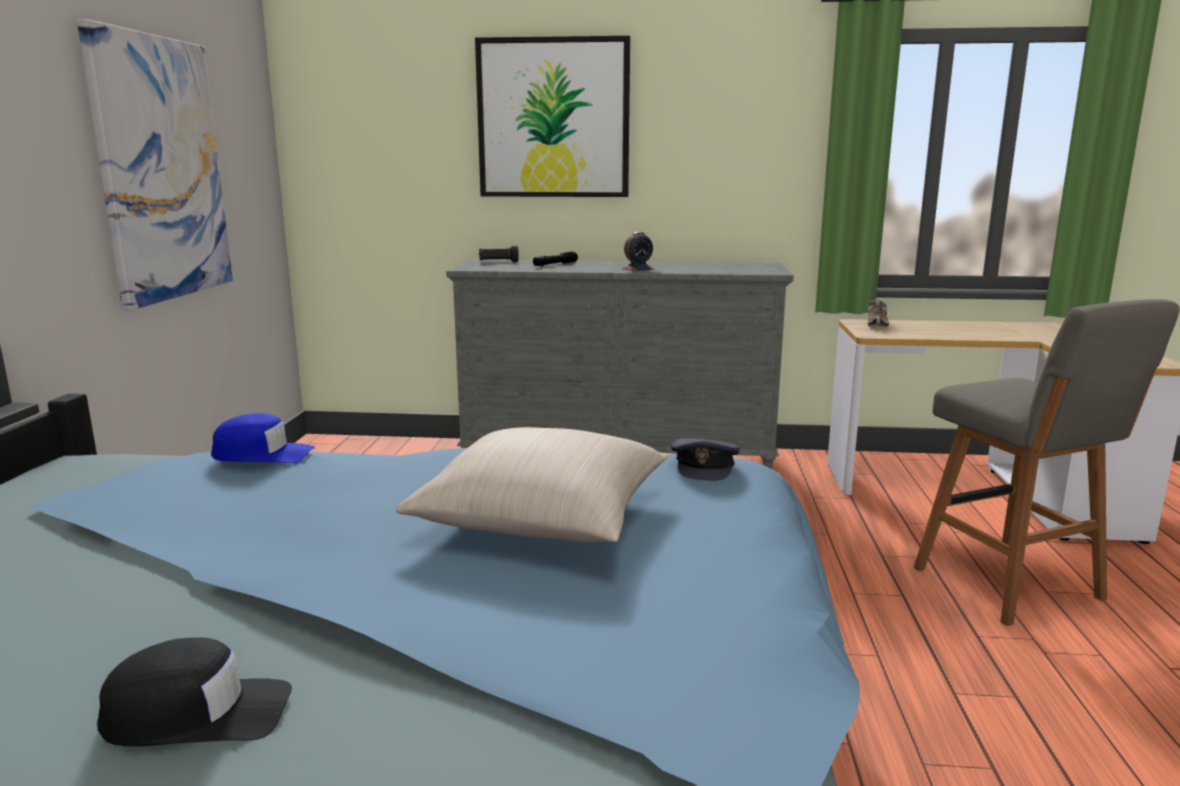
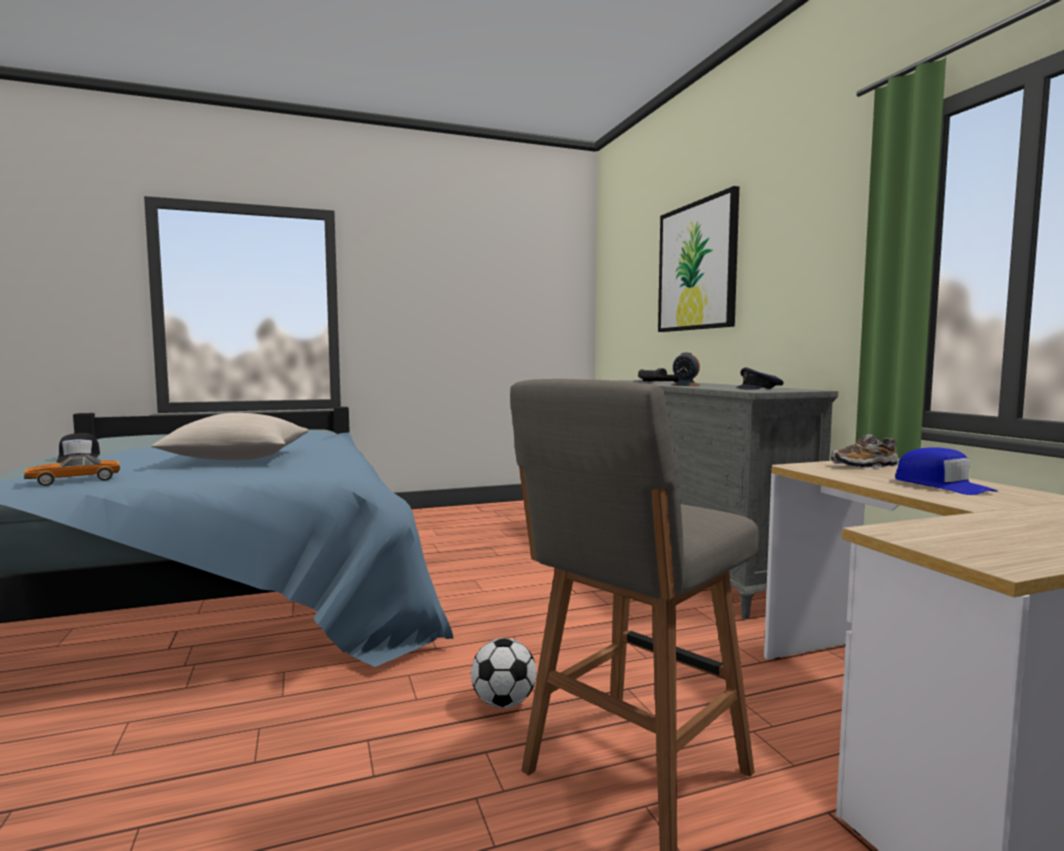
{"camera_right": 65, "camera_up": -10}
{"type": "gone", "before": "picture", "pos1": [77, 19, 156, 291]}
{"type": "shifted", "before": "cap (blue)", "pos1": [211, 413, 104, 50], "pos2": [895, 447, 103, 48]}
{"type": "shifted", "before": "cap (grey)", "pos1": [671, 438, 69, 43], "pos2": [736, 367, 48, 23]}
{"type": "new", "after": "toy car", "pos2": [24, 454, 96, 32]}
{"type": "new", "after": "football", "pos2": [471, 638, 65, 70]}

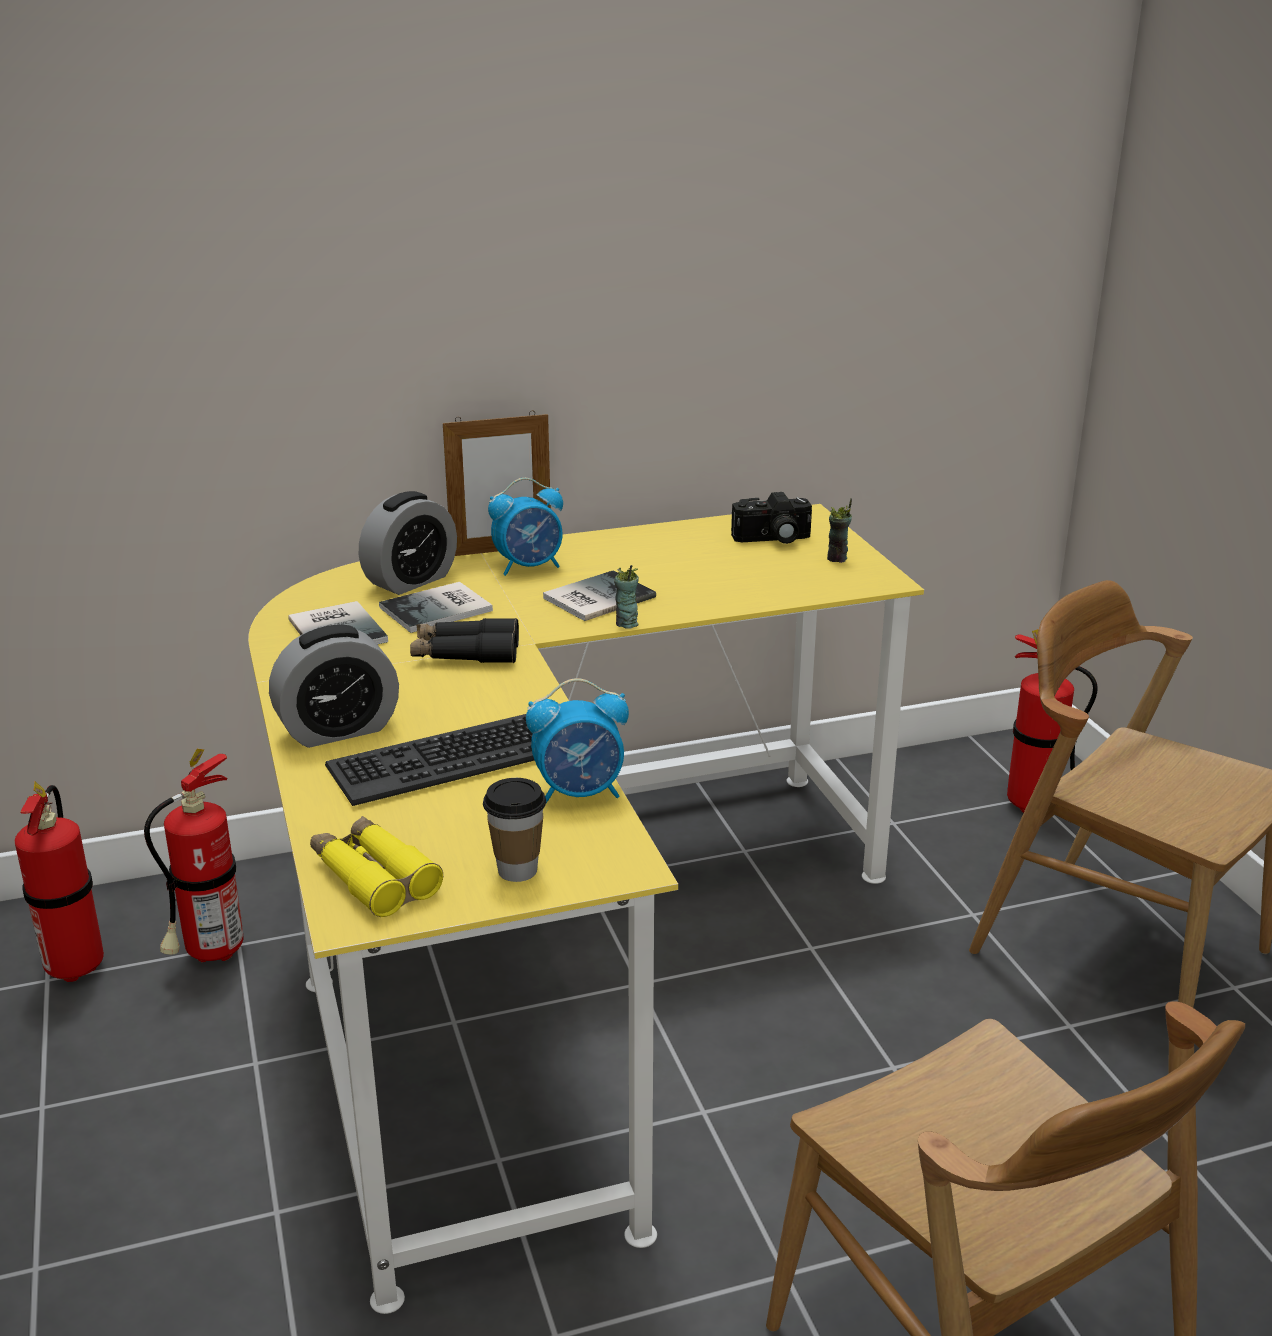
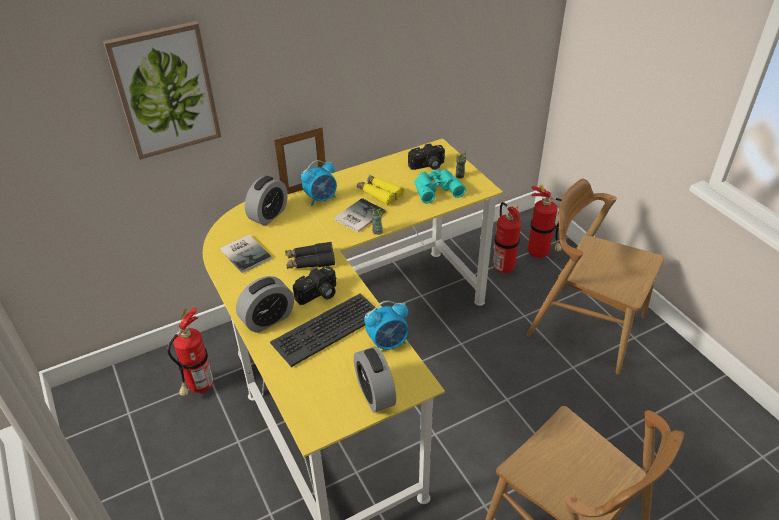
{"camera_right": -10, "camera_up": 15}
{"type": "shifted", "before": "fire extinguisher", "pos1": [14, 782, 90, 200], "pos2": [493, 202, 28, 72]}
{"type": "shifted", "before": "binoculars (yellow)", "pos1": [310, 816, 133, 101], "pos2": [357, 175, 47, 31]}
{"type": "gone", "before": "book", "pos1": [379, 582, 114, 51]}
{"type": "swapped", "before": "cup", "after": "alarm clock", "pos1": [483, 778, 63, 104], "pos2": [354, 346, 42, 66]}
{"type": "new", "after": "picture", "pos2": [103, 21, 118, 139]}
{"type": "new", "after": "photo camera", "pos2": [293, 266, 43, 39]}
{"type": "new", "after": "binoculars (turquoise)", "pos2": [415, 169, 51, 34]}

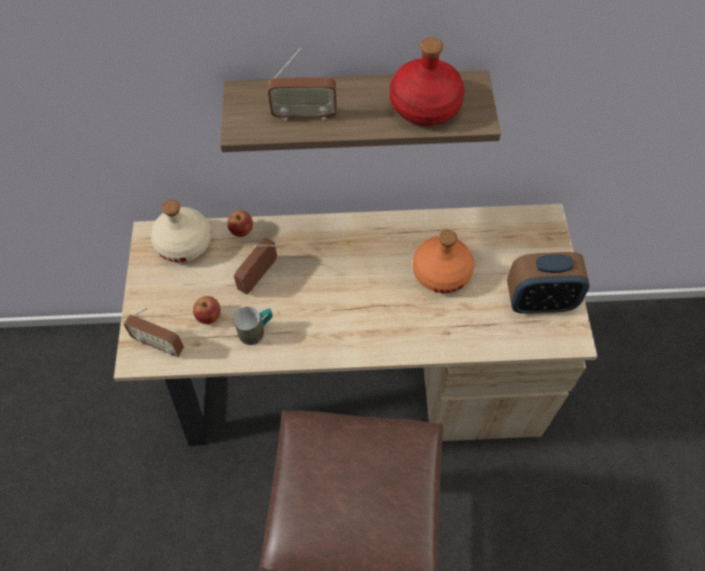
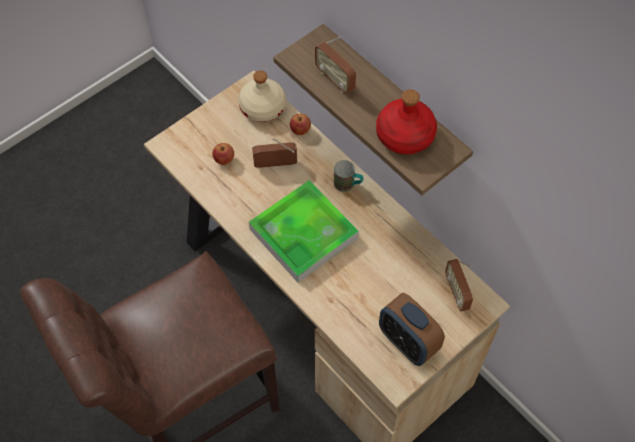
{"camera_right": 50, "camera_up": 0}
{"type": "shifted", "before": "radio", "pos1": [123, 307, 61, 50], "pos2": [445, 259, 28, 53]}
{"type": "shifted", "before": "mug", "pos1": [234, 307, 39, 38], "pos2": [334, 160, 29, 32]}
{"type": "gone", "before": "bottle (orange)", "pos1": [413, 230, 61, 63]}
{"type": "new", "after": "tray", "pos2": [249, 180, 110, 103]}

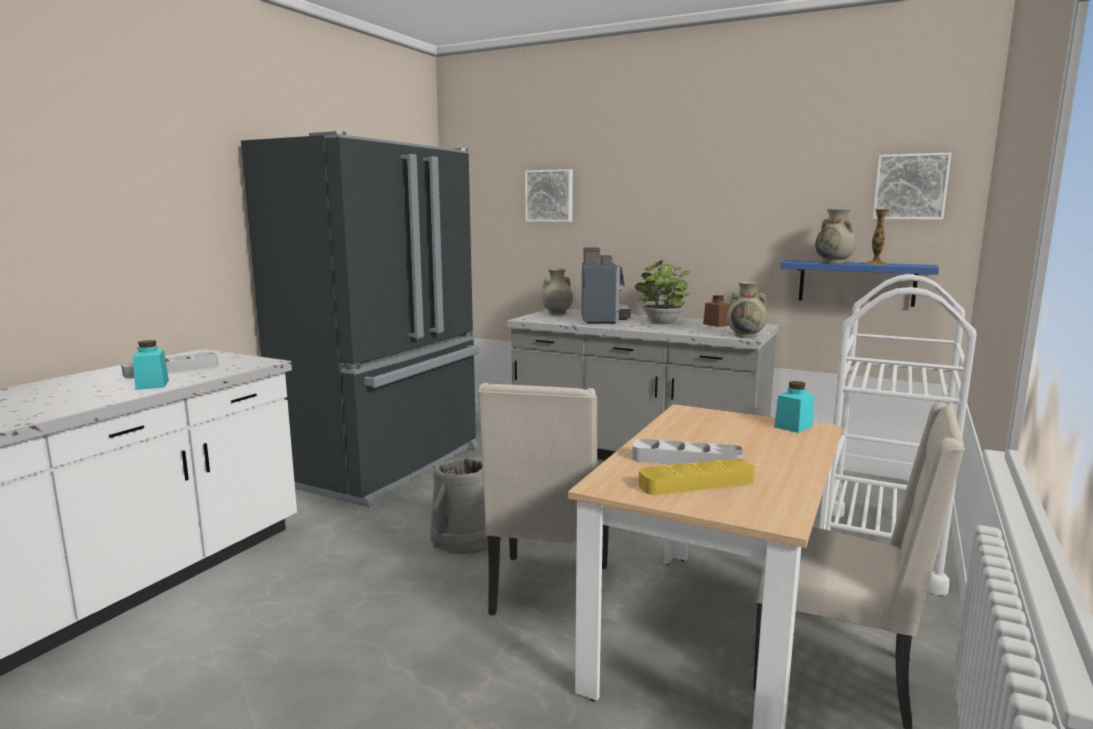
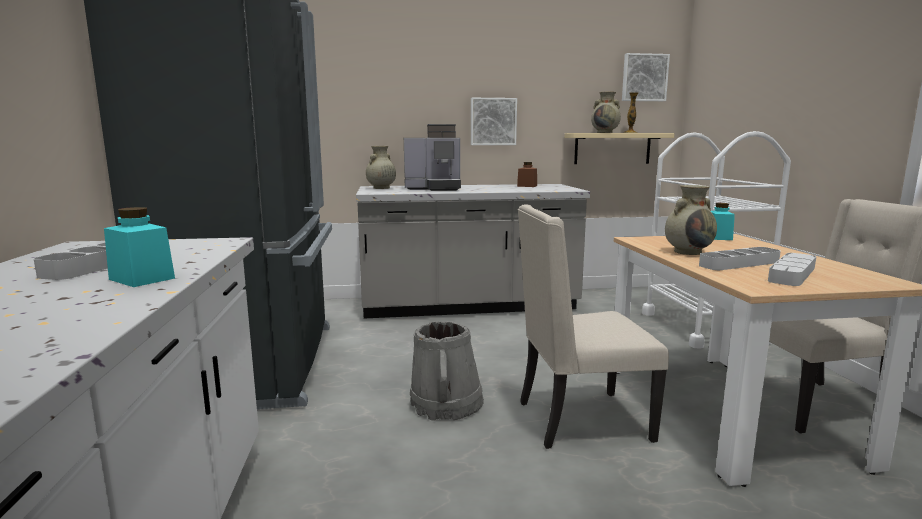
{"camera_right": -35, "camera_up": 0}
{"type": "rotated", "before": "chair (beige)", "pos1": [478, 383, 131, 233], "pos2": [518, 204, 151, 245], "turn": 105}
{"type": "shifted", "before": "picture", "pos1": [525, 169, 48, 53], "pos2": [471, 98, 46, 47]}
{"type": "rotated", "before": "coffee machine", "pos1": [581, 248, 50, 76], "pos2": [404, 124, 57, 67], "turn": 120}
{"type": "gone", "before": "potted plant", "pos1": [635, 260, 55, 64]}
{"type": "repainted", "before": "tray (yellow)", "after": "tray (grey)", "pos1": [639, 458, 116, 37], "pos2": [768, 253, 48, 33]}
{"type": "shifted", "before": "vase (beige)", "pos1": [727, 281, 40, 57], "pos2": [665, 185, 52, 70]}
{"type": "repainted", "before": "shelf (blue)", "after": "shelf (beige)", "pos1": [780, 260, 159, 47], "pos2": [565, 133, 110, 31]}

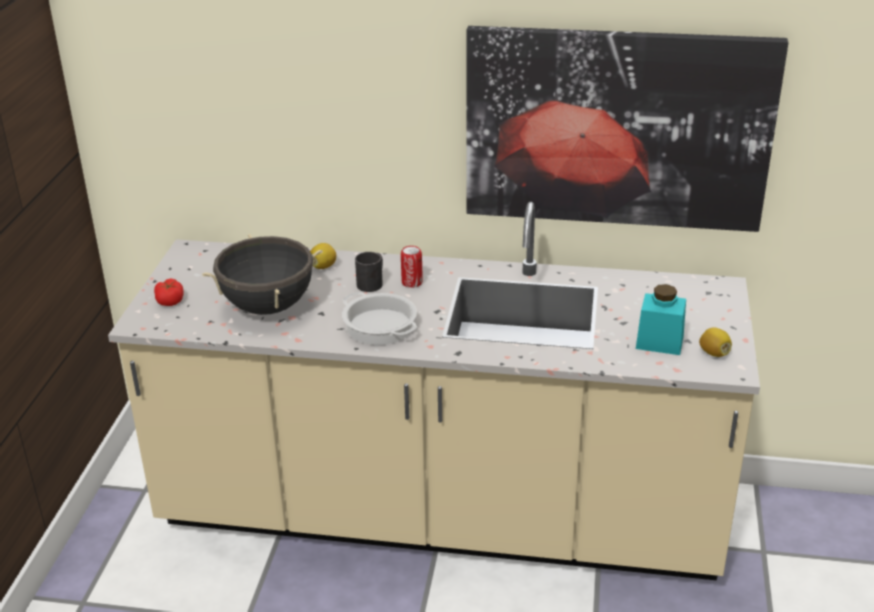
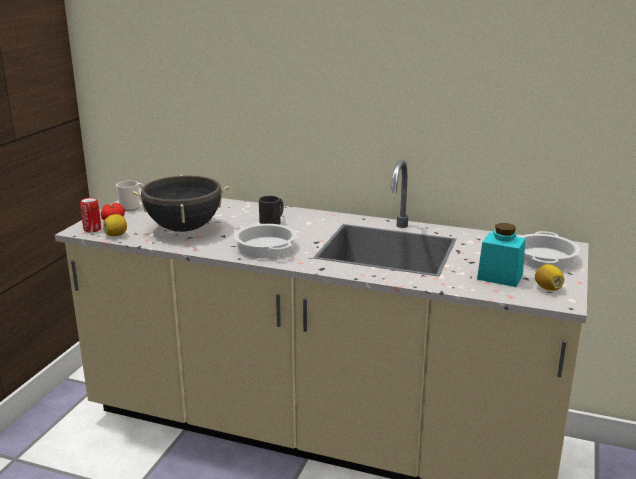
{"camera_right": 10, "camera_up": -10}
{"type": "shifted", "before": "lemon", "pos1": [310, 243, 26, 26], "pos2": [103, 214, 24, 22]}
{"type": "shifted", "before": "can", "pos1": [401, 246, 22, 42], "pos2": [80, 198, 21, 34]}
{"type": "gone", "before": "picture", "pos1": [466, 26, 322, 206]}
{"type": "new", "after": "mug", "pos2": [116, 181, 27, 30]}
{"type": "new", "after": "cooking pot", "pos2": [519, 231, 61, 39]}

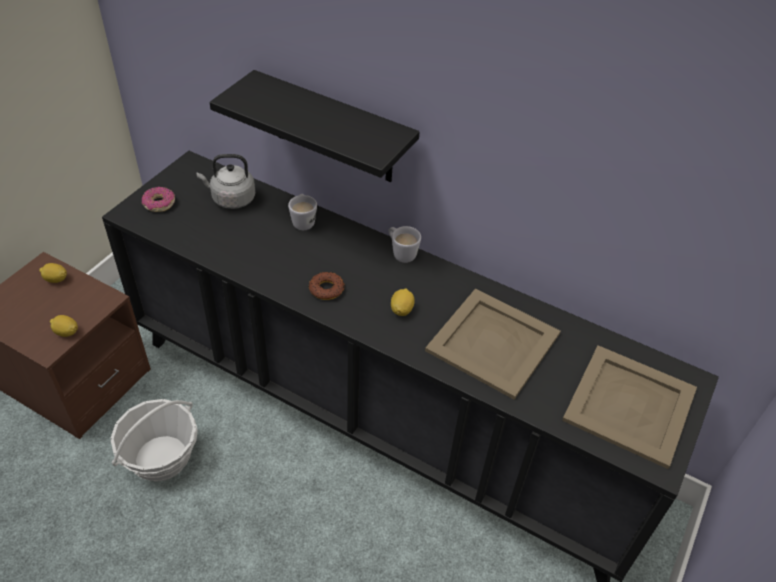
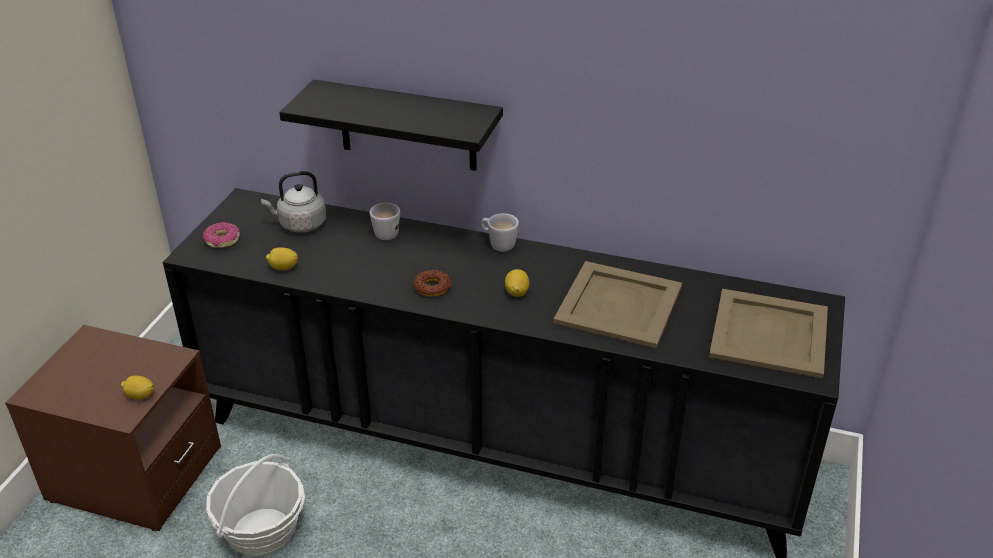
{"camera_right": -10, "camera_up": -10}
{"type": "shifted", "before": "lemon", "pos1": [39, 263, 28, 20], "pos2": [266, 248, 32, 22]}

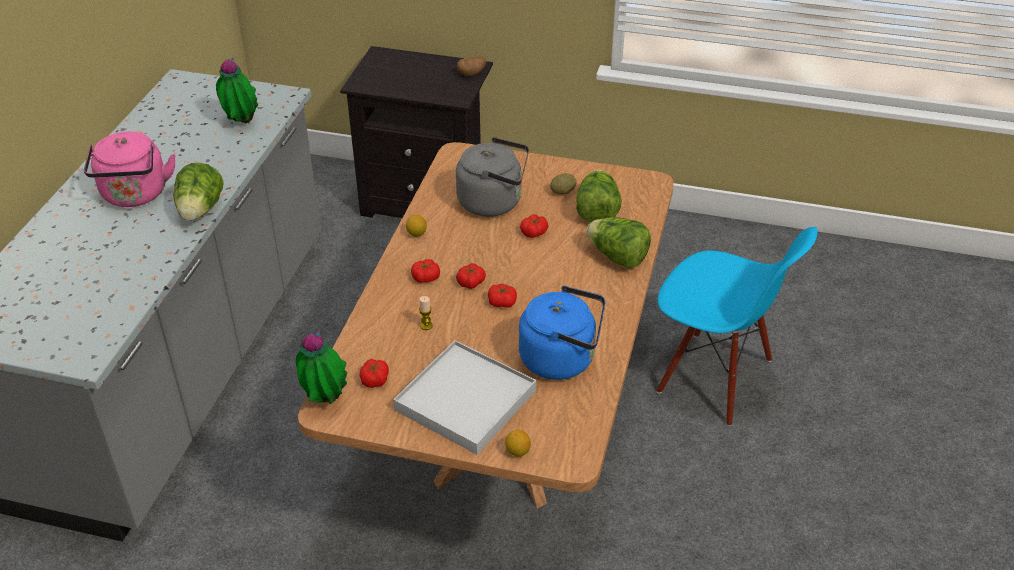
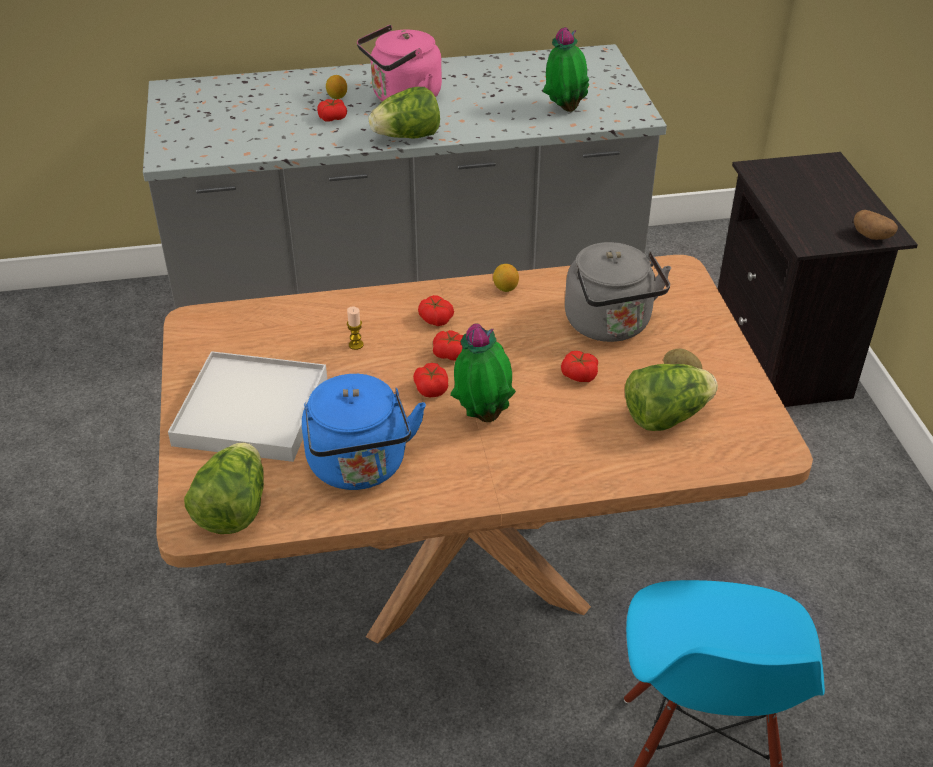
{"camera_right": 65, "camera_up": 0}
{"type": "shifted", "before": "potted plant", "pos1": [296, 330, 52, 74], "pos2": [450, 323, 66, 99]}
{"type": "shifted", "before": "tomato", "pos1": [359, 359, 30, 29], "pos2": [317, 99, 30, 23]}
{"type": "shifted", "before": "lemon", "pos1": [505, 430, 26, 27], "pos2": [326, 75, 21, 24]}
{"type": "shifted", "before": "lettuce", "pos1": [586, 217, 65, 52], "pos2": [184, 443, 80, 91]}

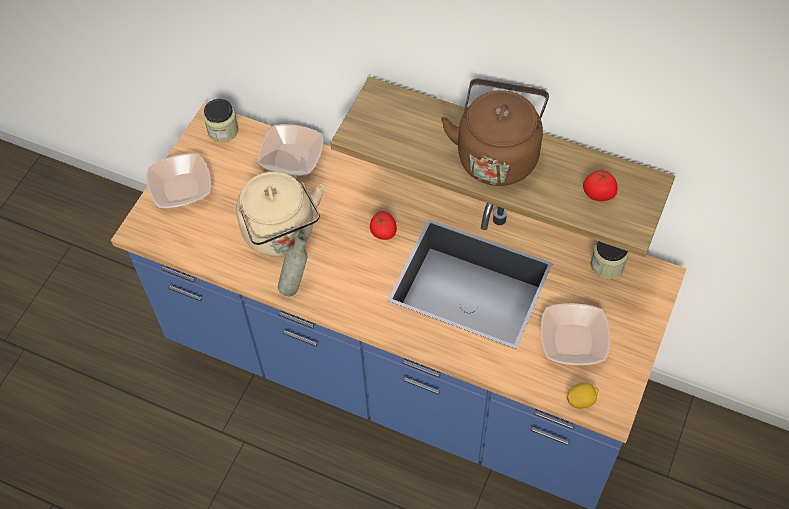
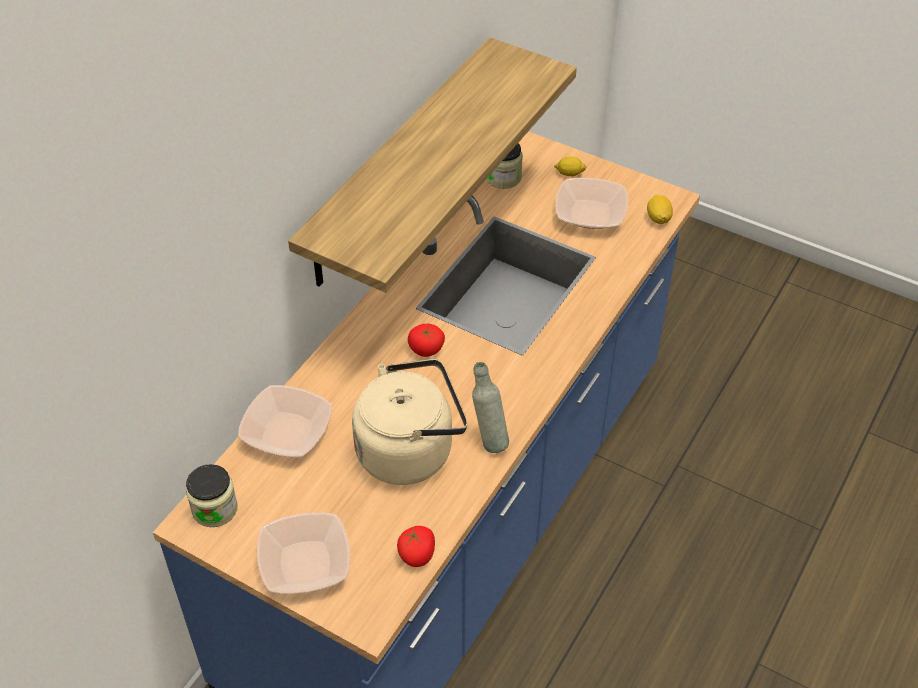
{"camera_right": -85, "camera_up": -10}
{"type": "gone", "before": "kettle (brown)", "pos1": [441, 79, 108, 107]}
{"type": "shifted", "before": "tomato", "pos1": [583, 169, 34, 32], "pos2": [397, 526, 38, 41]}
{"type": "new", "after": "lemon", "pos2": [554, 157, 33, 19]}

